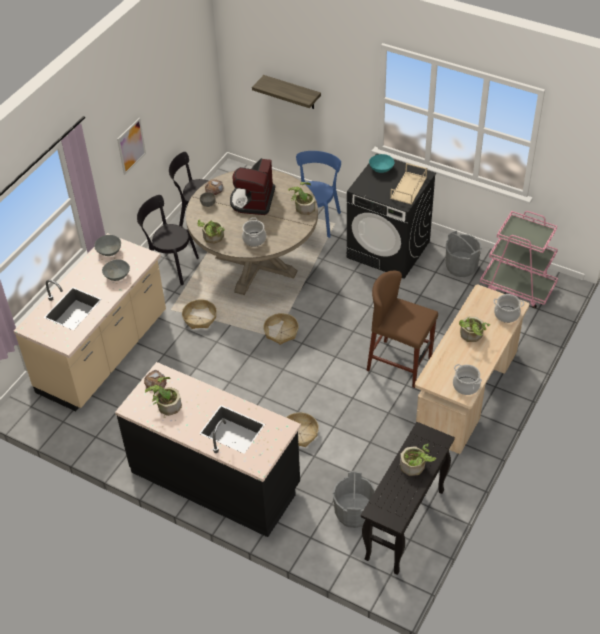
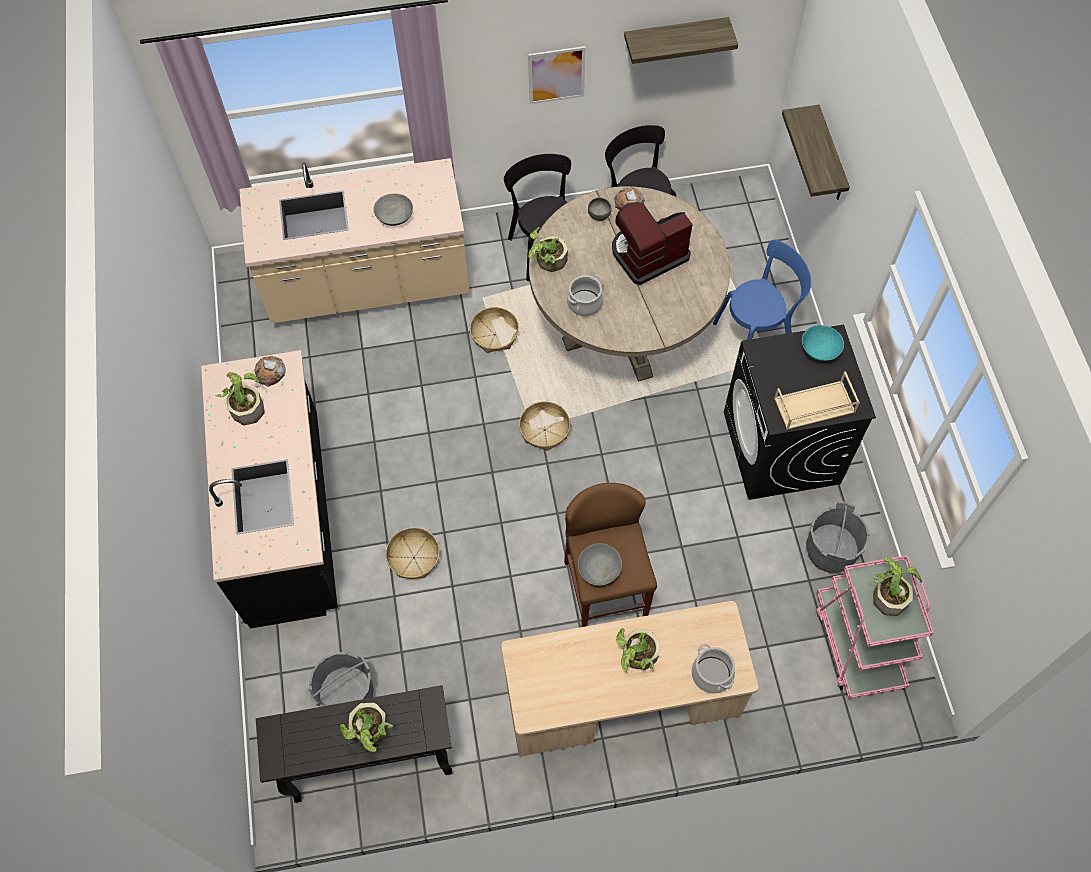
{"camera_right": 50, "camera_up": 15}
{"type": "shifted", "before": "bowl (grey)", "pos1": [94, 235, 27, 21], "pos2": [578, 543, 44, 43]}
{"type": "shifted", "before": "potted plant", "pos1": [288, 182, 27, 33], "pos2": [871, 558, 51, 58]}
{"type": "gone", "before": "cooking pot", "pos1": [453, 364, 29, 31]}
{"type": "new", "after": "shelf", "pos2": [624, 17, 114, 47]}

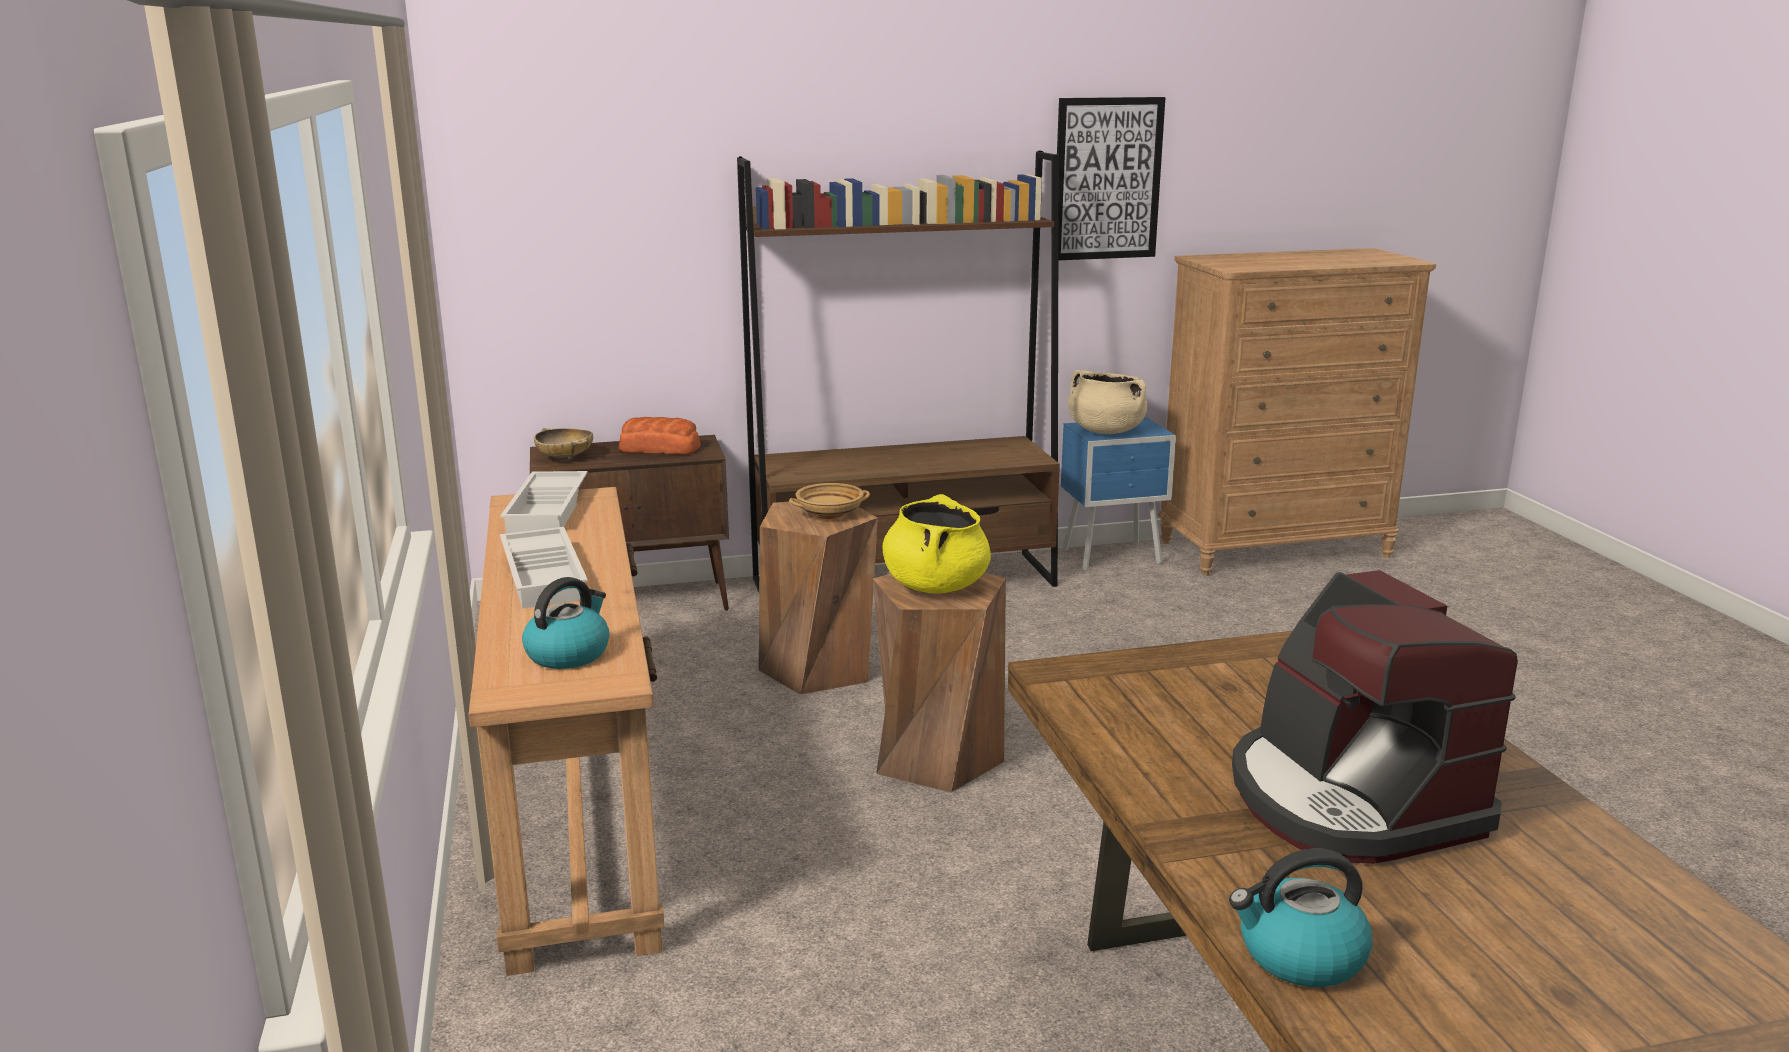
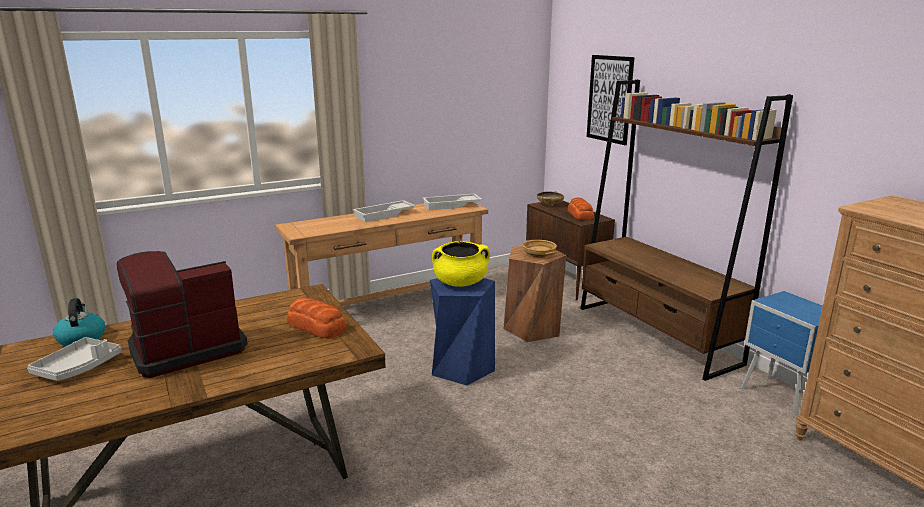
{"camera_right": 75, "camera_up": 0}
{"type": "gone", "before": "kettle", "pos1": [522, 577, 88, 92]}
{"type": "repainted", "before": "stool (brown)", "after": "stool (blue)", "pos1": [873, 573, 133, 219], "pos2": [430, 278, 65, 107]}
{"type": "shifted", "before": "picture", "pos1": [1057, 97, 109, 163], "pos2": [587, 55, 48, 90]}
{"type": "gone", "before": "cooking pot (beige)", "pos1": [1068, 370, 80, 64]}
{"type": "new", "after": "tray (grey)", "pos2": [27, 337, 95, 44]}
{"type": "new", "after": "bread", "pos2": [287, 297, 60, 42]}

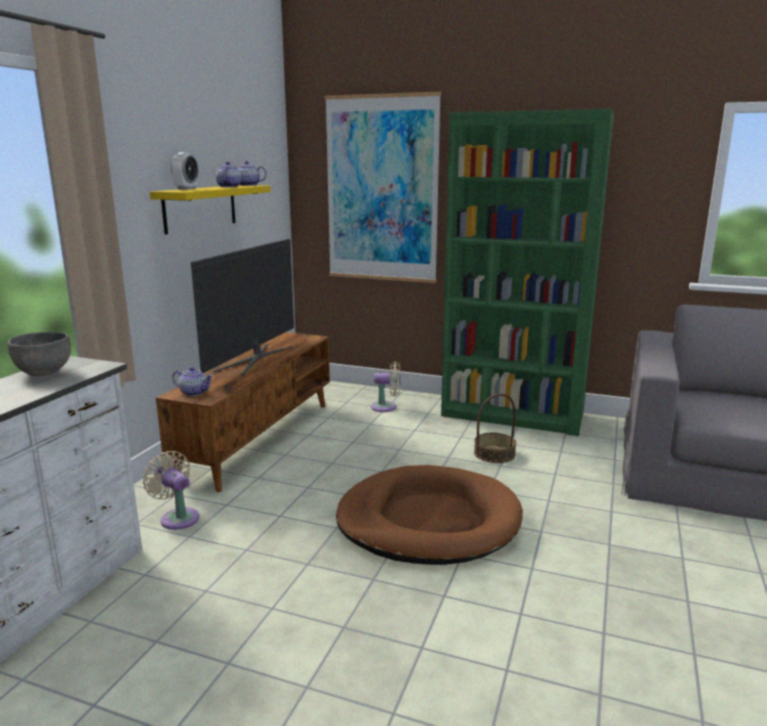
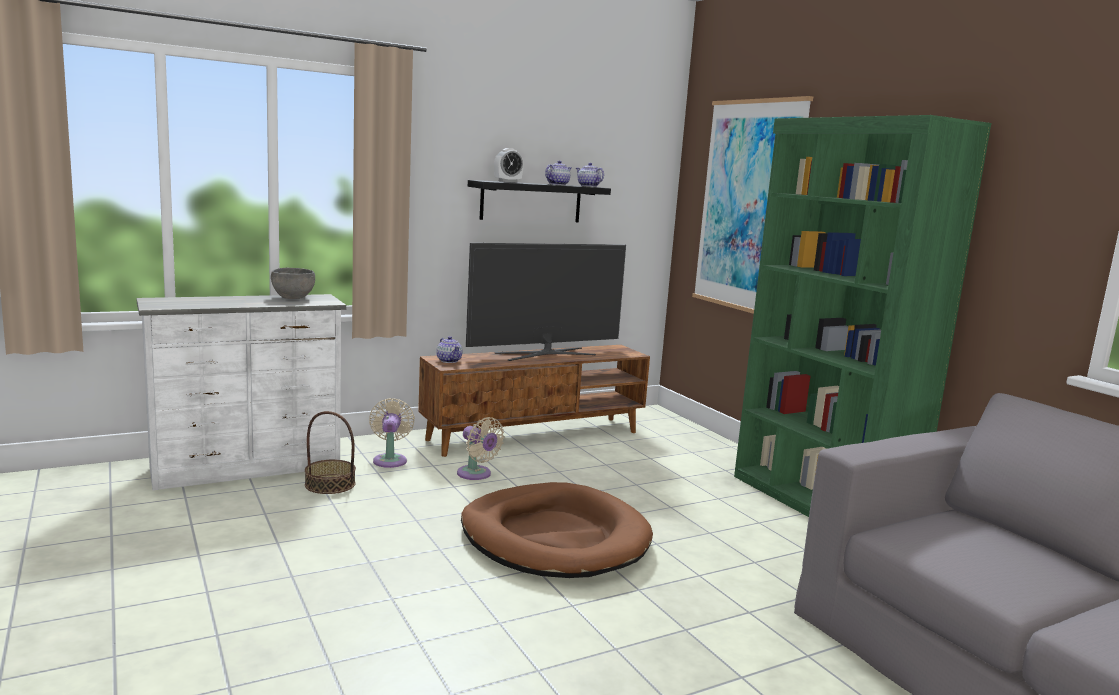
{"camera_right": 40, "camera_up": -5}
{"type": "repainted", "before": "shelf (yellow)", "after": "shelf (black)", "pos1": [150, 185, 121, 50], "pos2": [468, 180, 143, 42]}
{"type": "shifted", "before": "fan (beige)", "pos1": [371, 362, 30, 50], "pos2": [457, 417, 48, 63]}
{"type": "shifted", "before": "basket", "pos1": [474, 394, 42, 69], "pos2": [305, 411, 51, 83]}

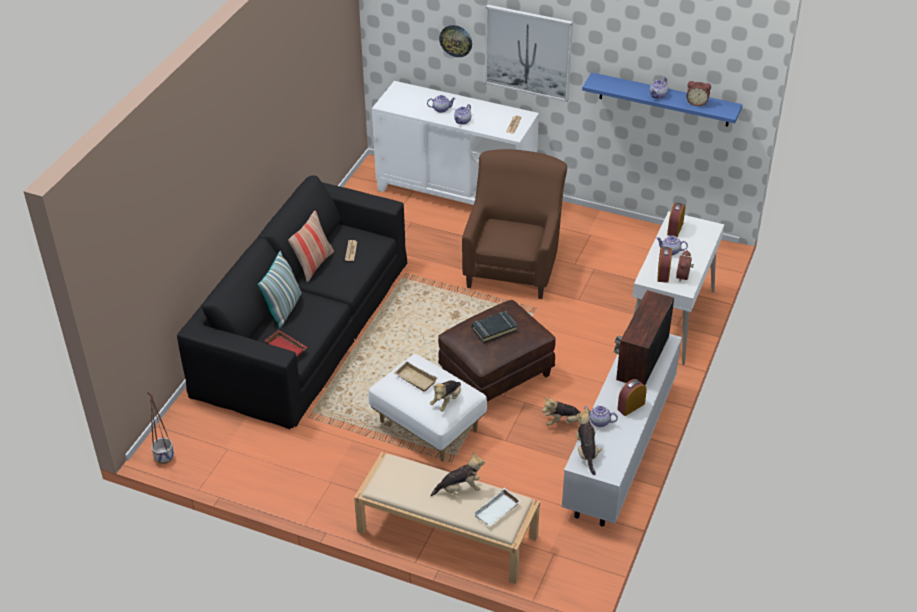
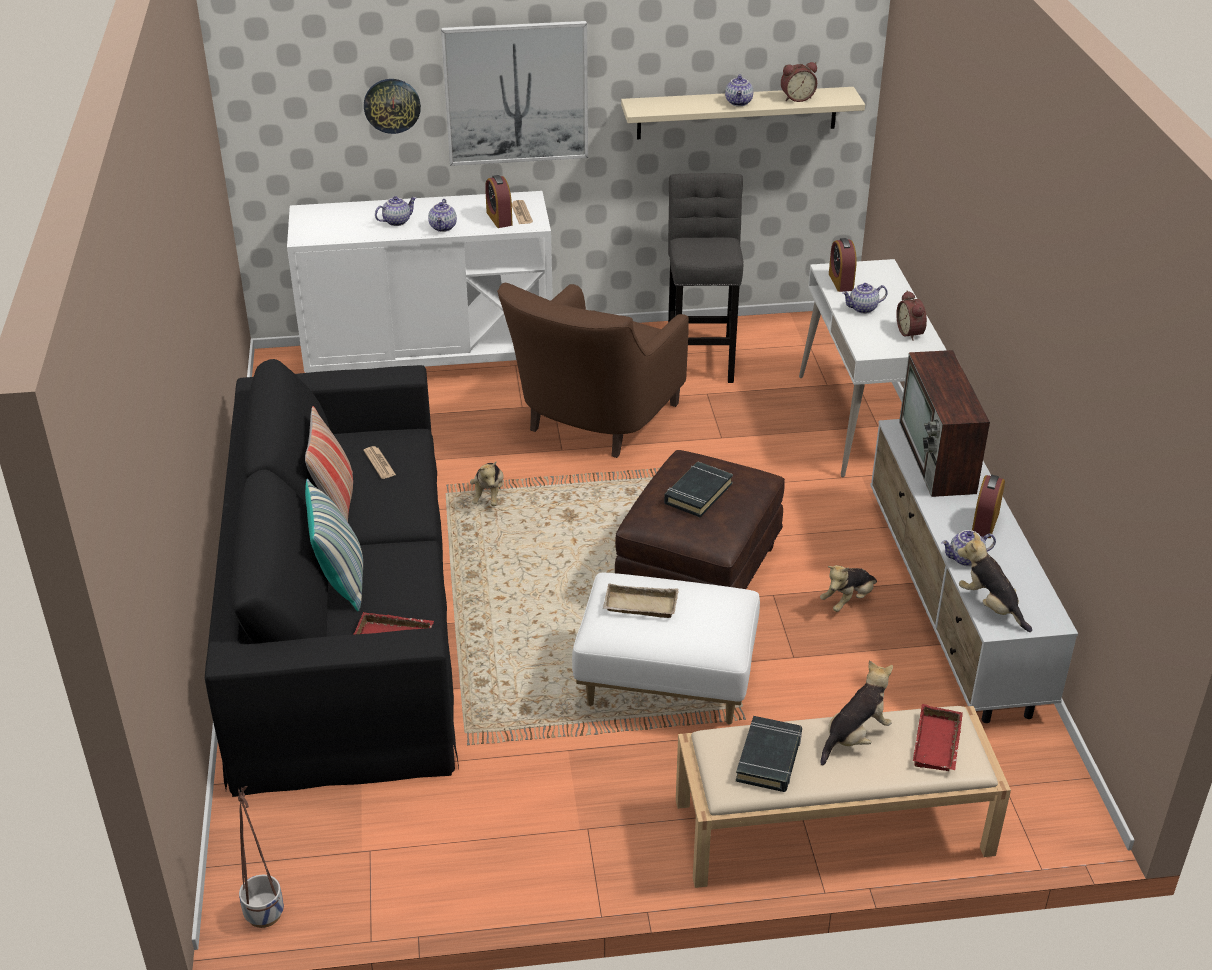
{"camera_right": -30, "camera_up": -5}
{"type": "shifted", "before": "plush toy", "pos1": [430, 380, 31, 32], "pos2": [470, 462, 34, 44]}
{"type": "rotated", "before": "armchair (brown)", "pos1": [462, 149, 105, 150], "pos2": [497, 283, 192, 175], "turn": -135}
{"type": "repainted", "before": "tray (white)", "after": "tray (red)", "pos1": [474, 488, 47, 38], "pos2": [913, 704, 50, 67]}
{"type": "repainted", "before": "shelf (blue)", "after": "shelf (beige)", "pos1": [582, 72, 161, 55], "pos2": [621, 87, 244, 52]}
{"type": "shifted", "before": "alarm clock", "pos1": [657, 247, 15, 36], "pos2": [485, 175, 28, 53]}
{"type": "new", "after": "stool (grey)", "pos2": [668, 173, 75, 210]}
{"type": "new", "after": "book (black)", "pos2": [736, 716, 66, 76]}

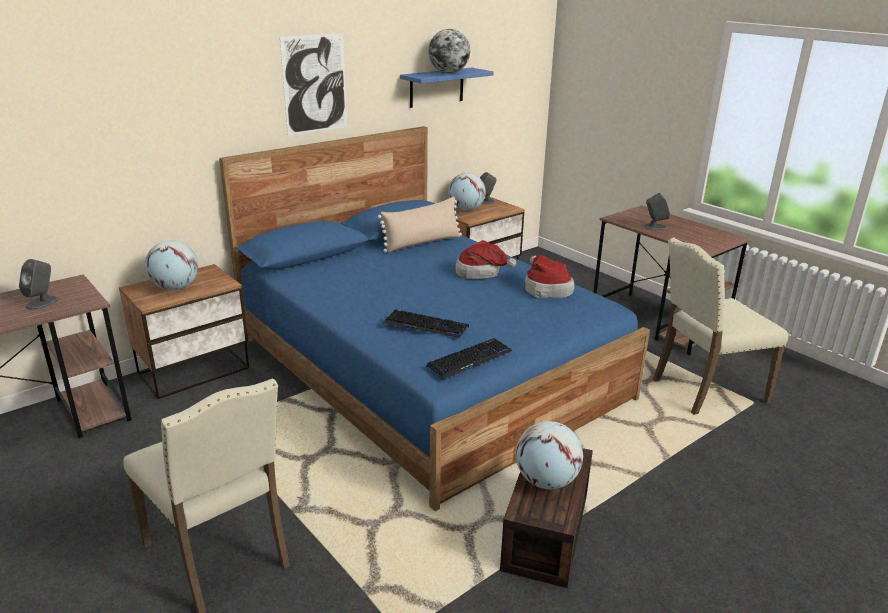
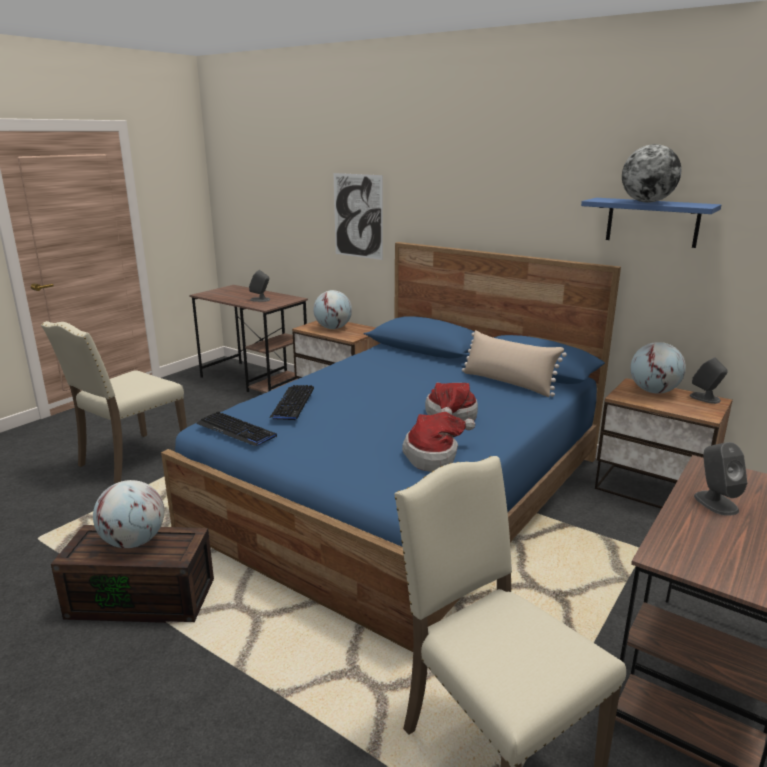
{"camera_right": 75, "camera_up": -5}
{"type": "shifted", "before": "picture", "pos1": [280, 33, 67, 102], "pos2": [334, 173, 49, 87]}

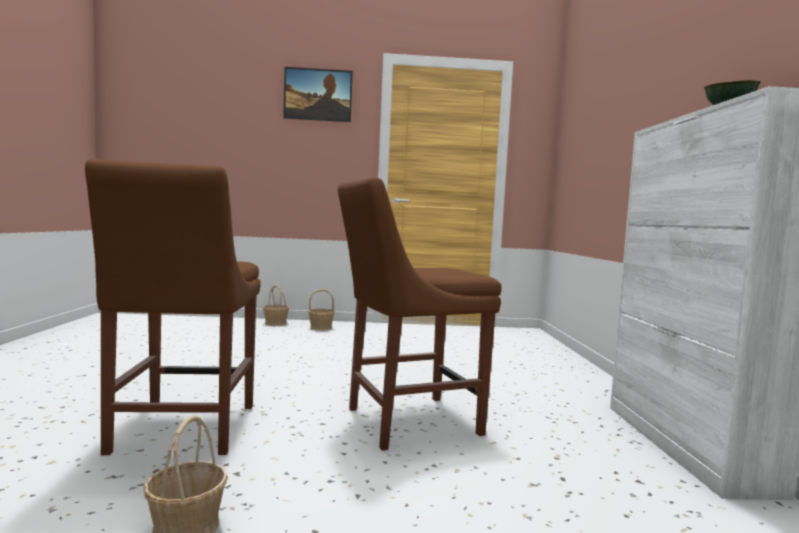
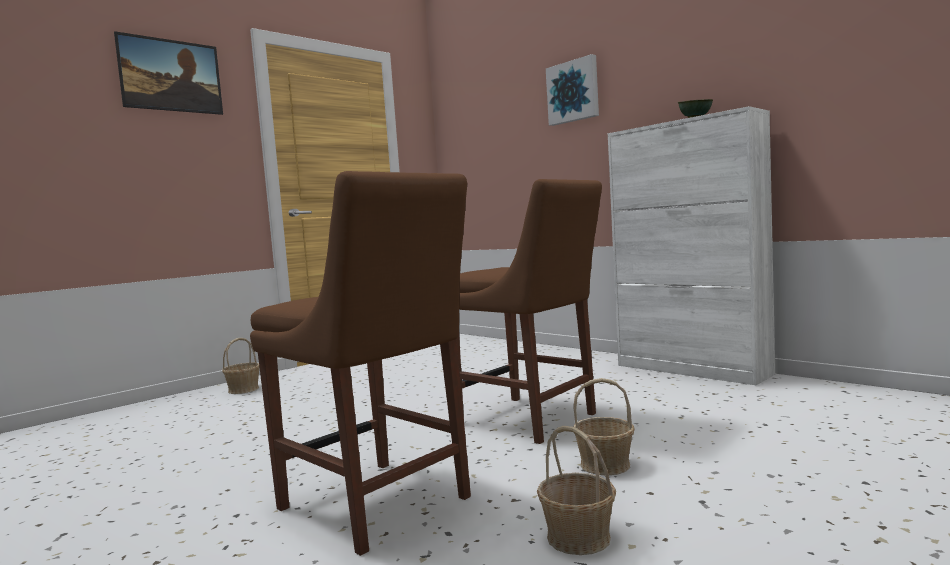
{"camera_right": -40, "camera_up": 0}
{"type": "shifted", "before": "basket", "pos1": [263, 285, 27, 41], "pos2": [573, 378, 62, 97]}
{"type": "rotated", "before": "chair (brown)", "pos1": [338, 177, 163, 274], "pos2": [456, 179, 146, 265], "turn": -75}
{"type": "new", "after": "picture", "pos2": [546, 54, 53, 72]}

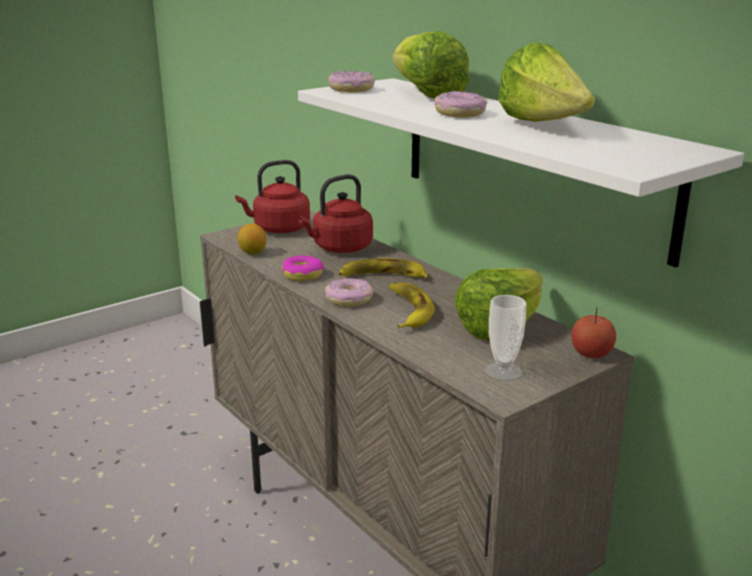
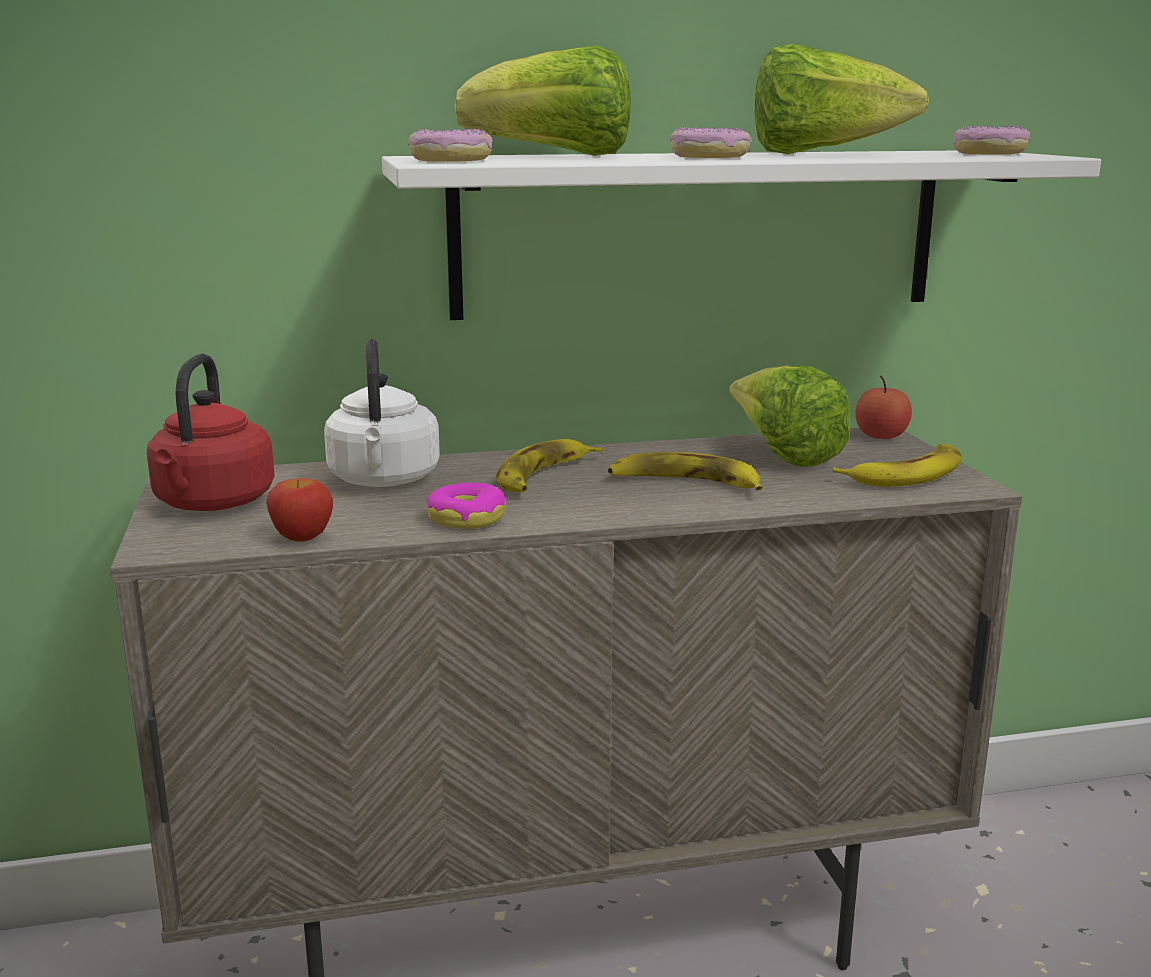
{"camera_right": -65, "camera_up": -5}
{"type": "swapped", "before": "lemon", "after": "apple", "pos1": [238, 224, 28, 31], "pos2": [266, 478, 67, 64]}
{"type": "repainted", "before": "kettle (red)", "after": "kettle (white)", "pos1": [298, 174, 75, 79], "pos2": [324, 339, 116, 148]}
{"type": "shifted", "before": "donut", "pos1": [325, 278, 48, 28], "pos2": [953, 126, 77, 29]}
{"type": "swapped", "before": "cup", "after": "banana", "pos1": [485, 295, 42, 86], "pos2": [833, 444, 129, 43]}

